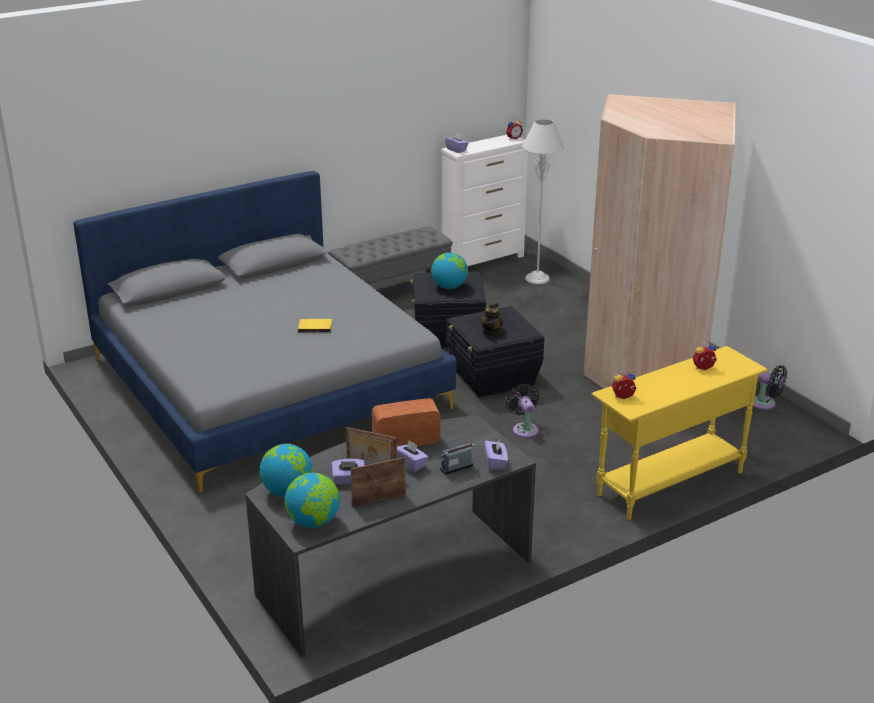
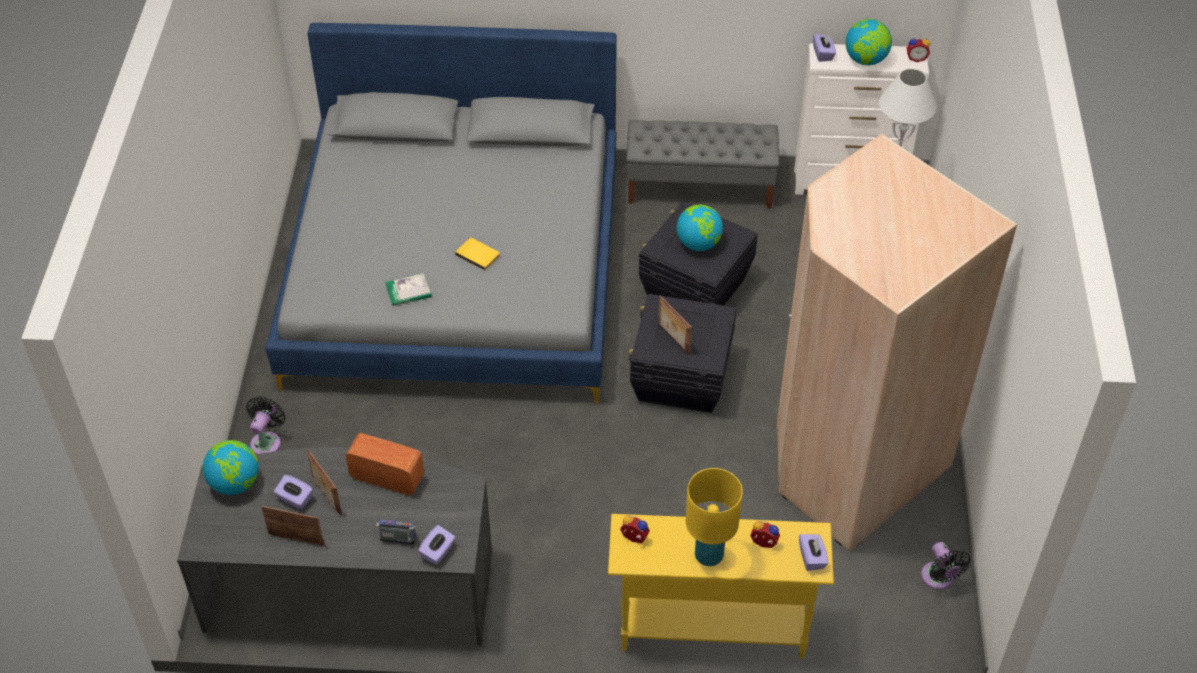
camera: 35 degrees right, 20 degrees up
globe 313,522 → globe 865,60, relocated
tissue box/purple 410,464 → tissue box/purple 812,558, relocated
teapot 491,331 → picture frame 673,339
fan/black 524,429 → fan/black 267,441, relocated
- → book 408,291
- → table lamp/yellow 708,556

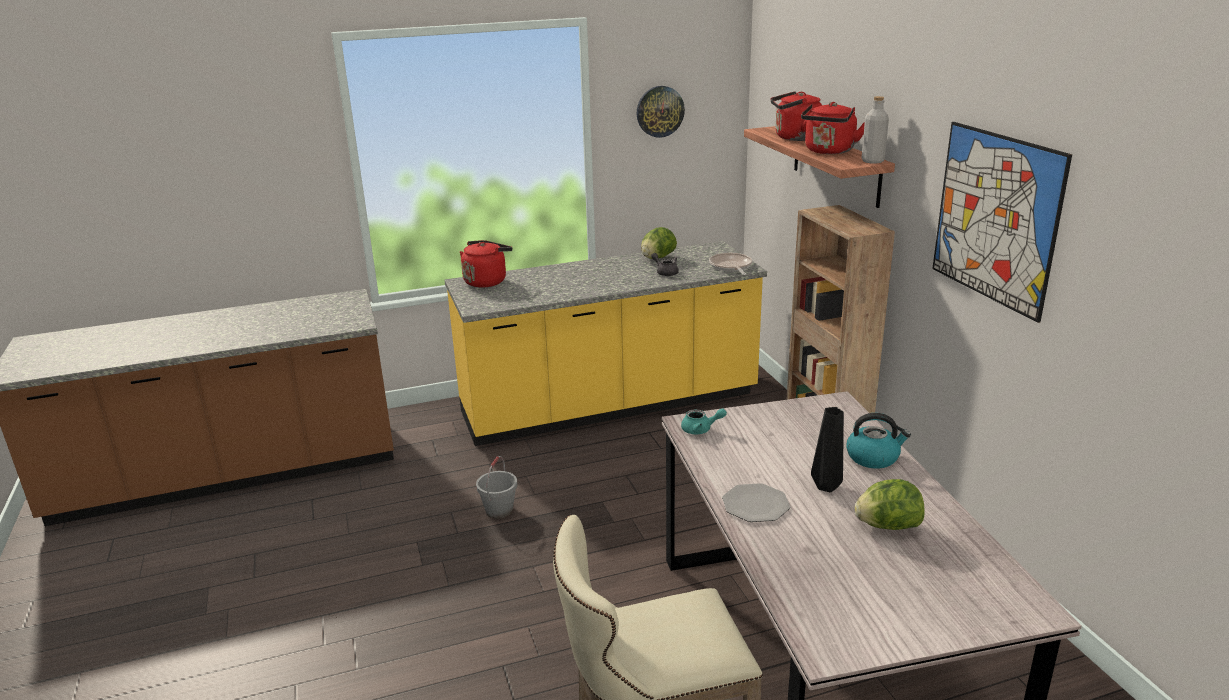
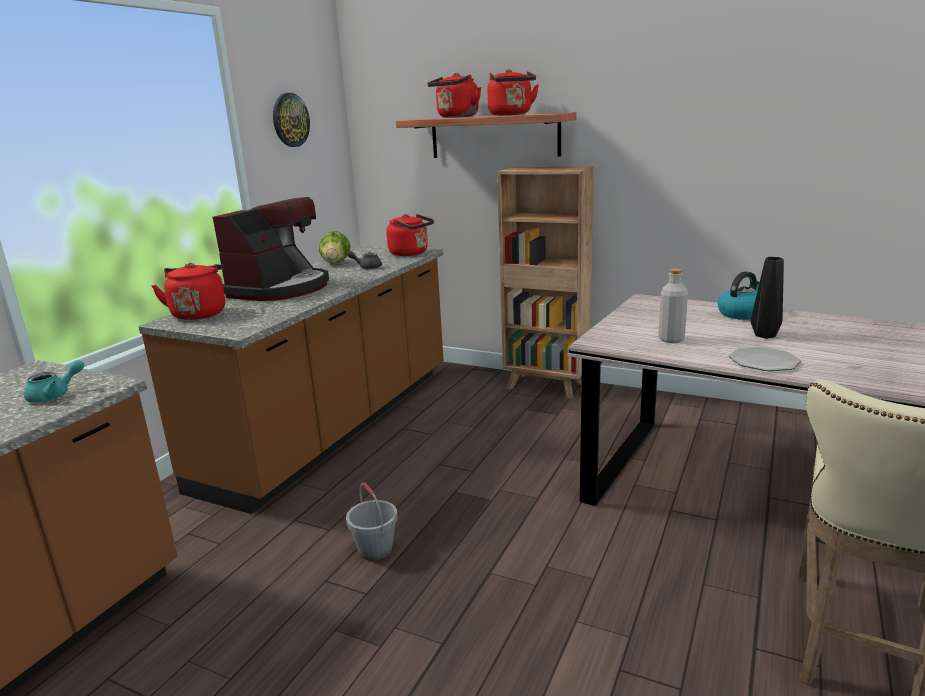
camera: 45 degrees left, 5 degrees down
counter/yellow 609,406 → counter/brown 335,426
teapot/turquoise 701,429 → teapot/turquoise 55,395, relocated
frying pan 731,267 → kettle/red 411,253
lettuce 887,526 → -
bottle/grey 872,161 → bottle/grey 671,339, relocated
picture 995,218 → -
- → coffee machine 280,289

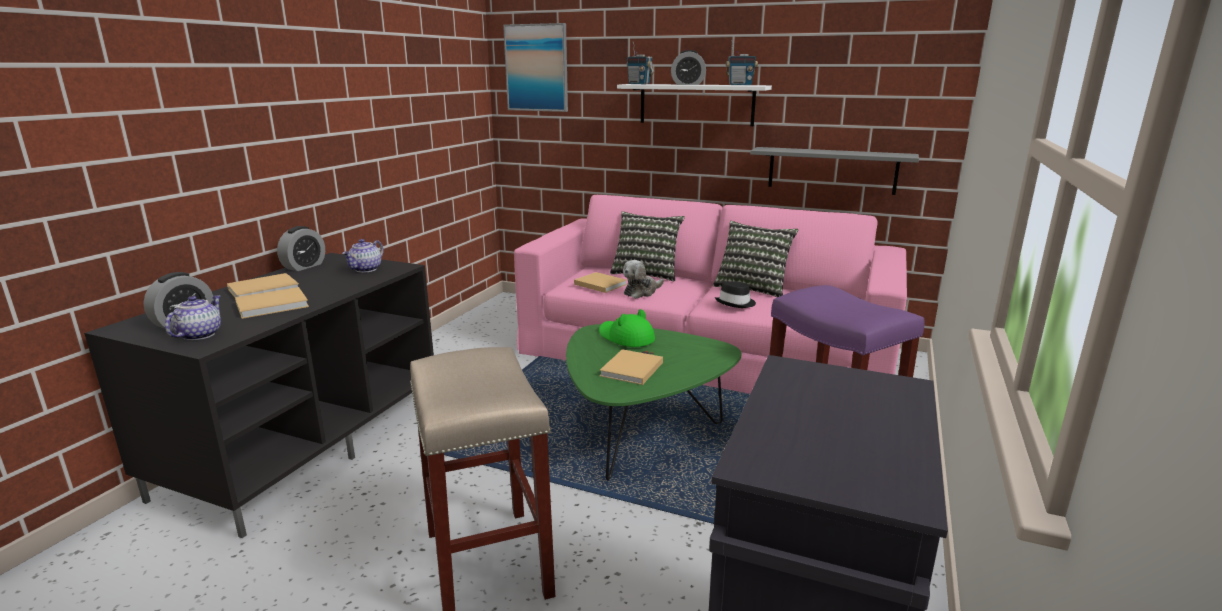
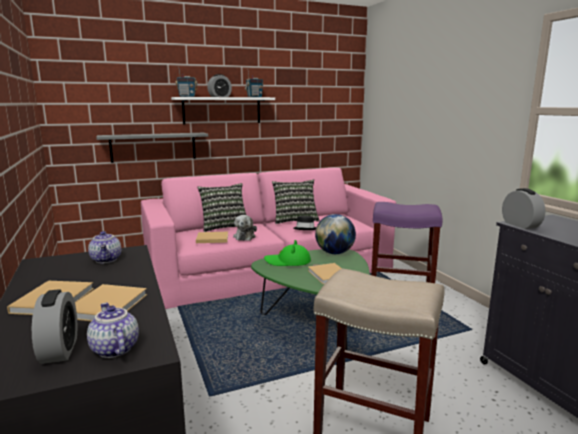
camera: 45 degrees left, 5 degrees down
alarm clock 304,266 → alarm clock 520,225, relocated
picture 537,68 → -
shelf/grey 832,170 → shelf/grey 153,147, relocated
- → globe 334,253

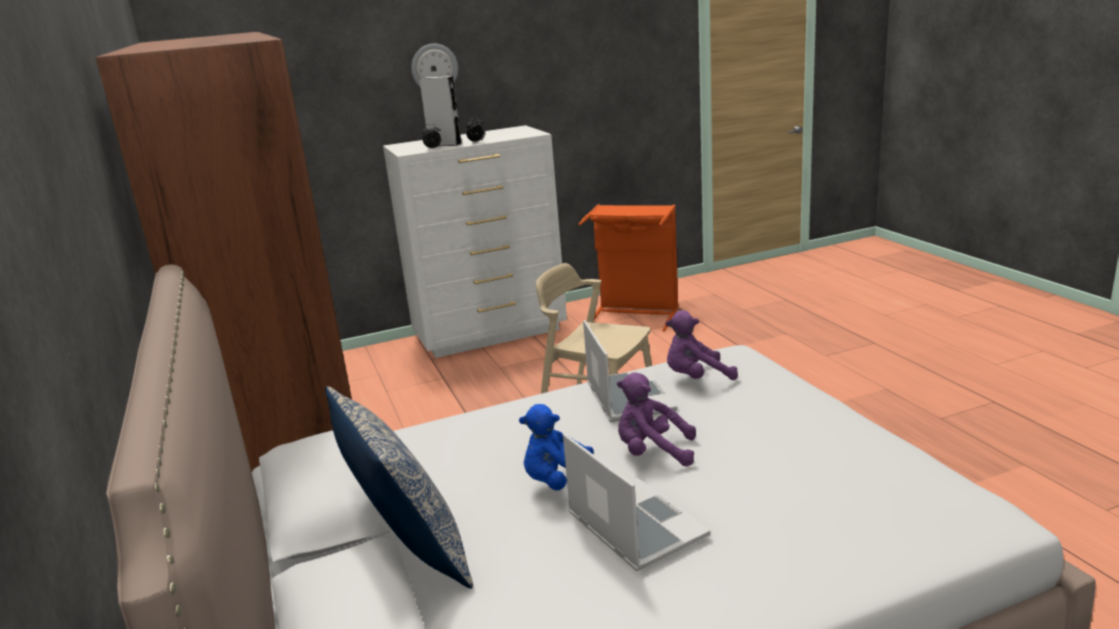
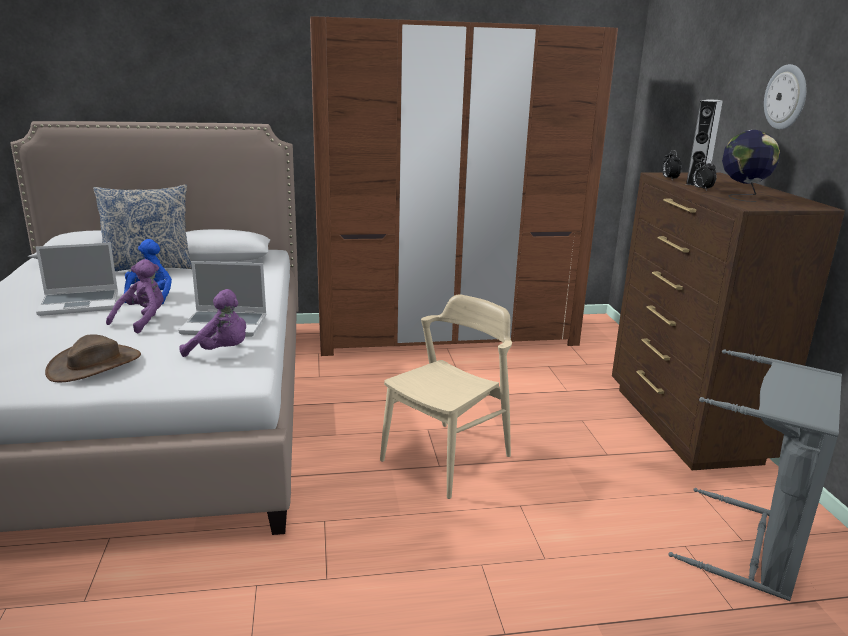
camera: 100 degrees right, 0 degrees up
dresser/white 491,333 → dresser/brown 684,424
laundry basket/orange 635,314 → laundry basket/grey 755,547
plush toy/purple 696,378 → plush toy/purple 221,351, 105 degrees clockwise
- → hat/brown 95,364
- → globe 742,197

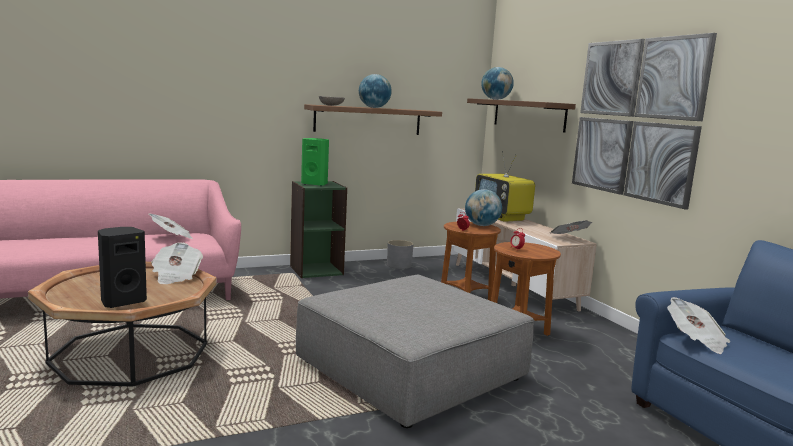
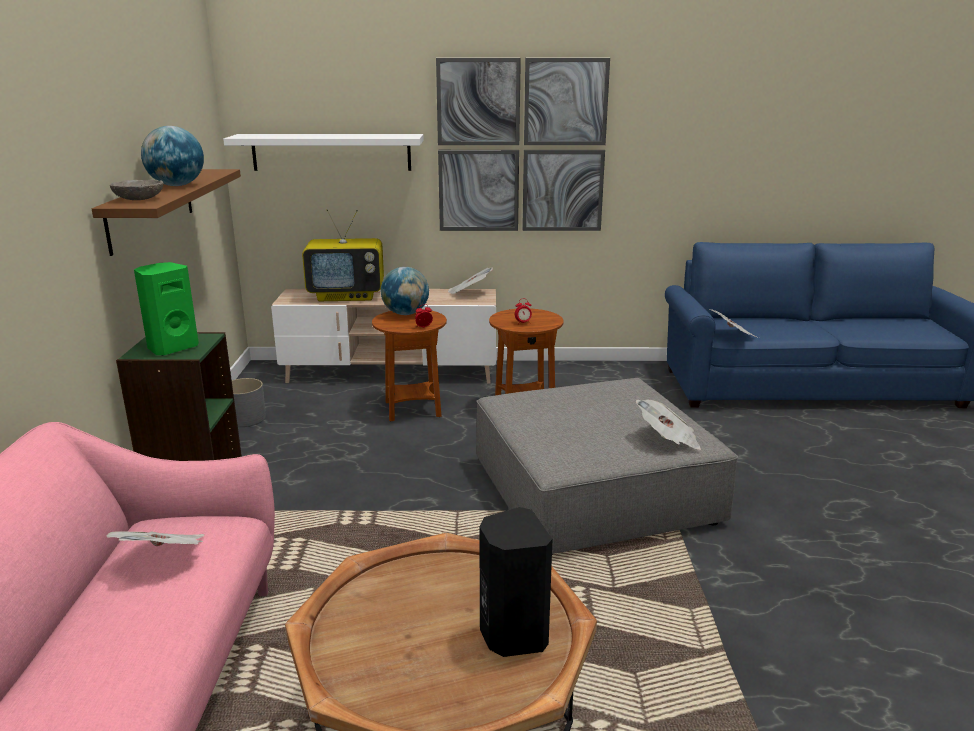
camera: 65 degrees left, 10 degrees up
newspaper 176,276 → newspaper 668,440, relocated
shelf/brown 528,115 → shelf/white 331,152
globe 495,99 → -

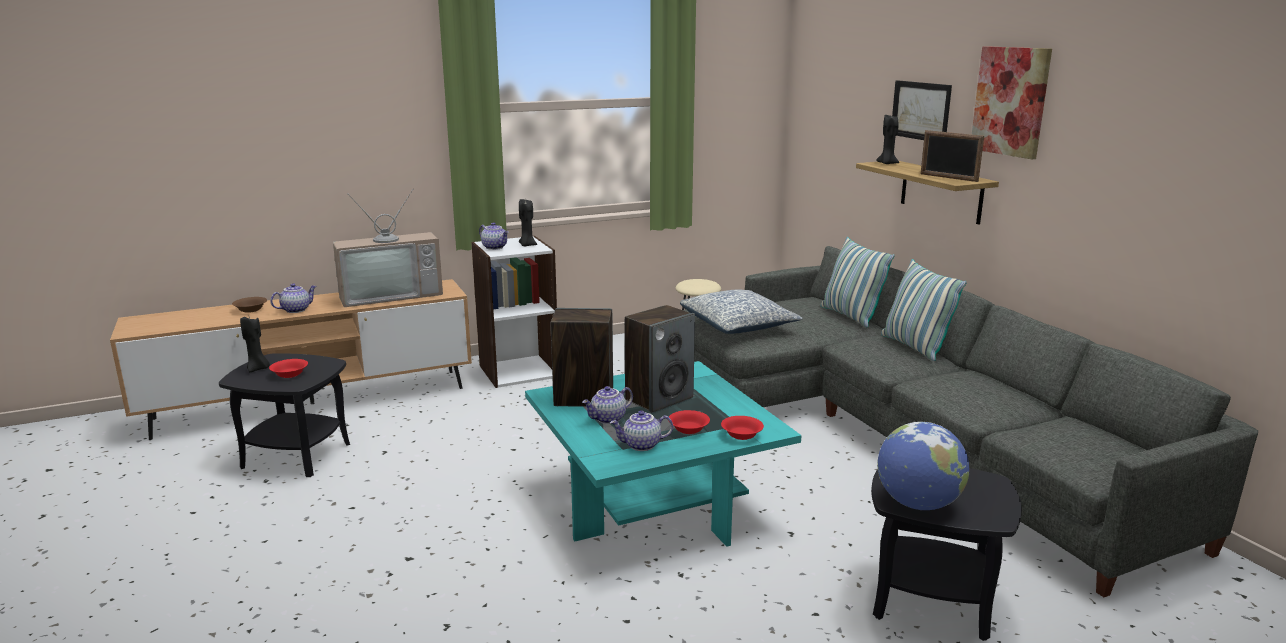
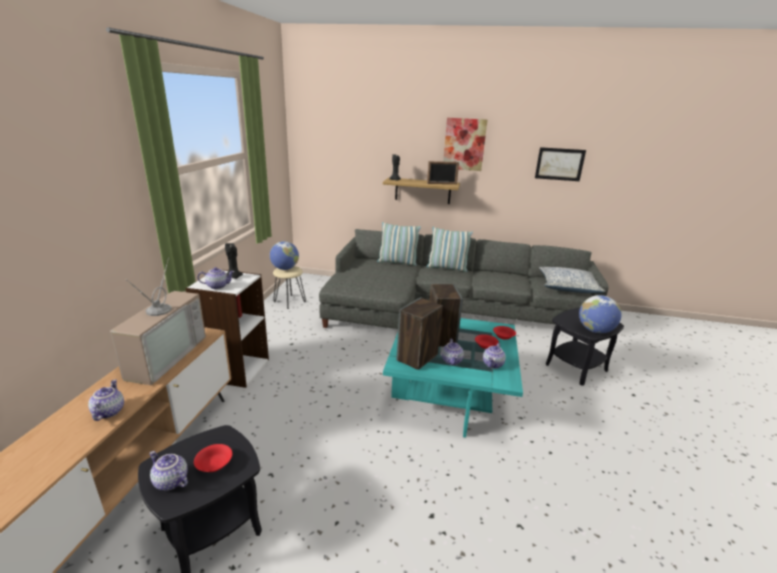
camera: 55 degrees left, 5 degrees up
bowl/brown 251,310 → -
candle/black 258,369 → teapot 170,481
pillow 738,325 → pillow 568,287, relocated
picture 920,111 → picture 559,164, relocated
- → globe 285,268

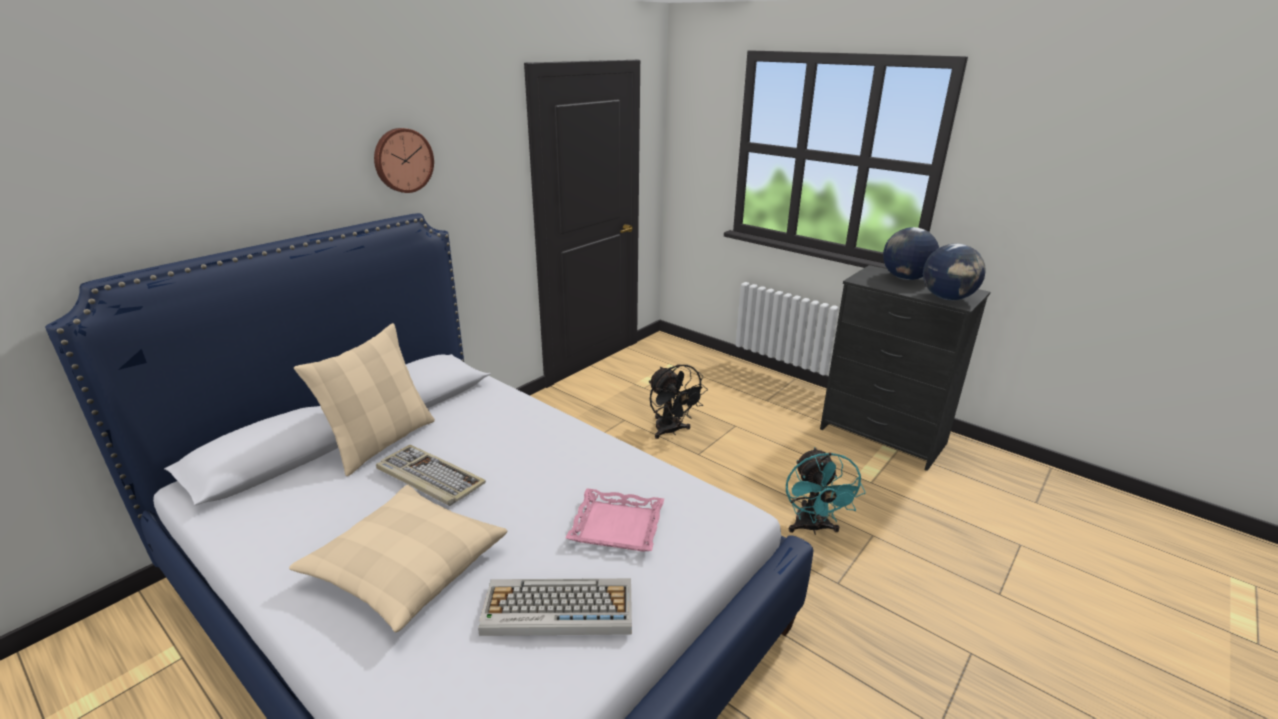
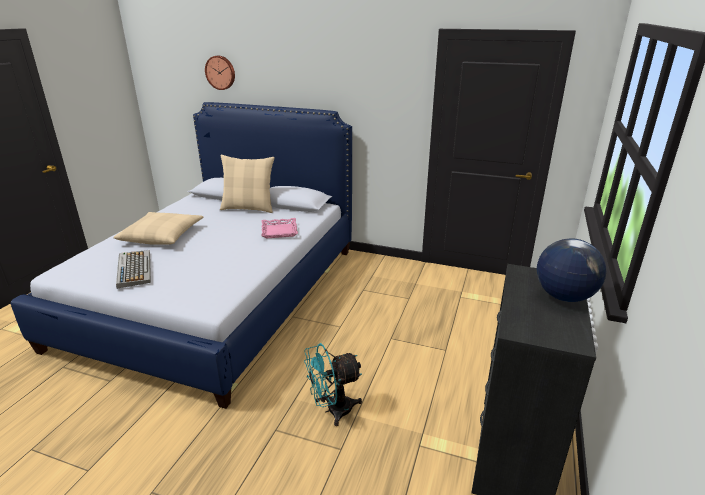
camera: 70 degrees right, 0 degrees up
wall clock 402,160 → wall clock 220,72, relocated
keyboard 428,478 → -
tray/pink 616,526 → tray/pink 279,231, relocated
fan/black 671,431 → -
globe 947,298 → -

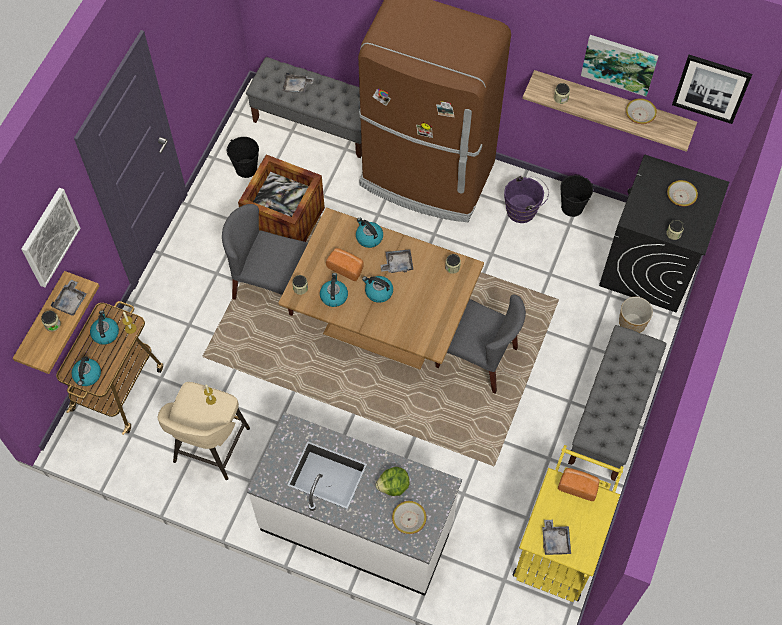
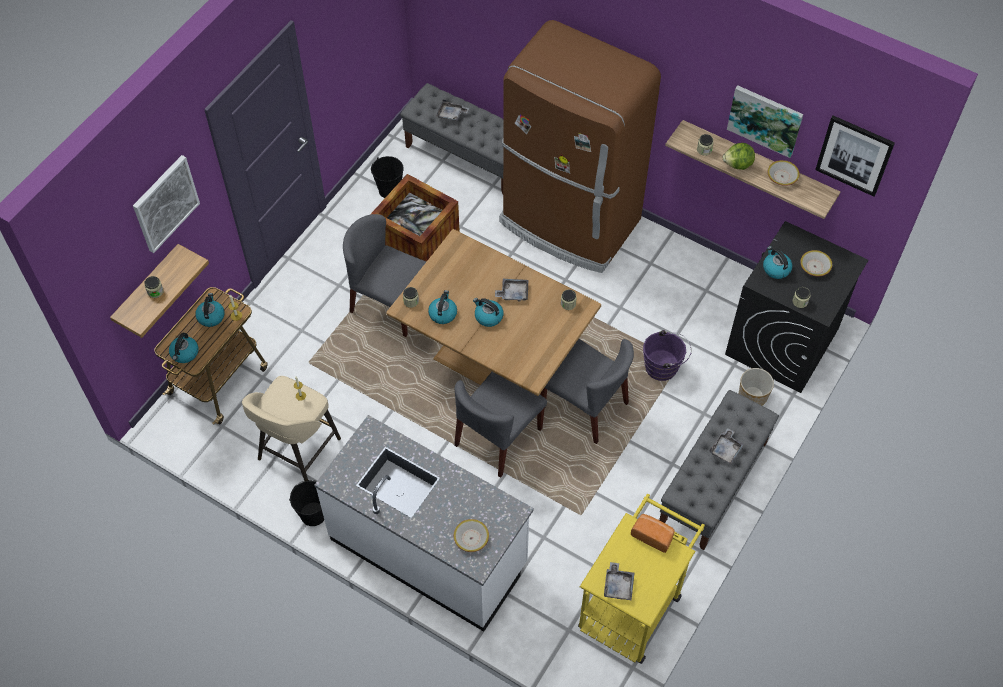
camera: 10 degrees right, 5 degrees down
tray/grey 71,301 → tray/grey 726,449, relocated
bread 346,267 → -
kettle 369,237 → kettle 775,269, relocated
lettuce 393,486 → lettuce 738,164, relocated
bucket/purple 523,210 → bucket/purple 664,368, relocated
bucket/black 572,207 → bucket/black 313,514, relocated
- → chair/grey 498,437

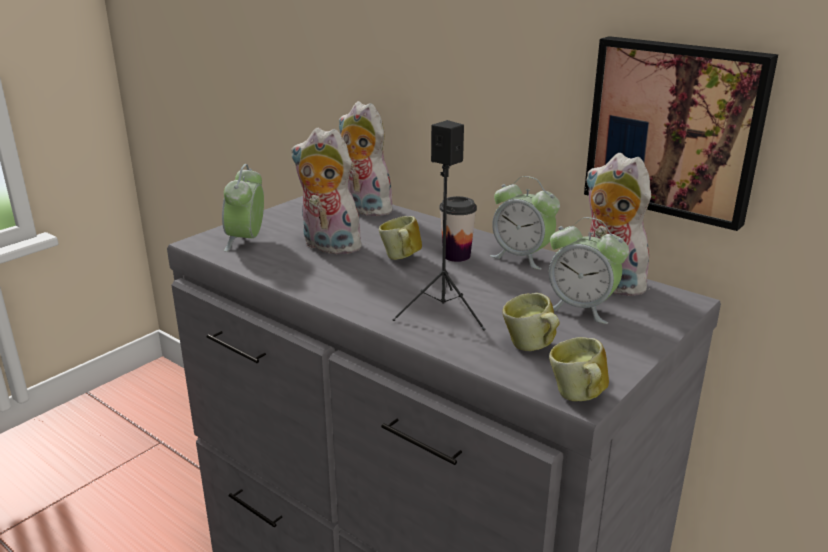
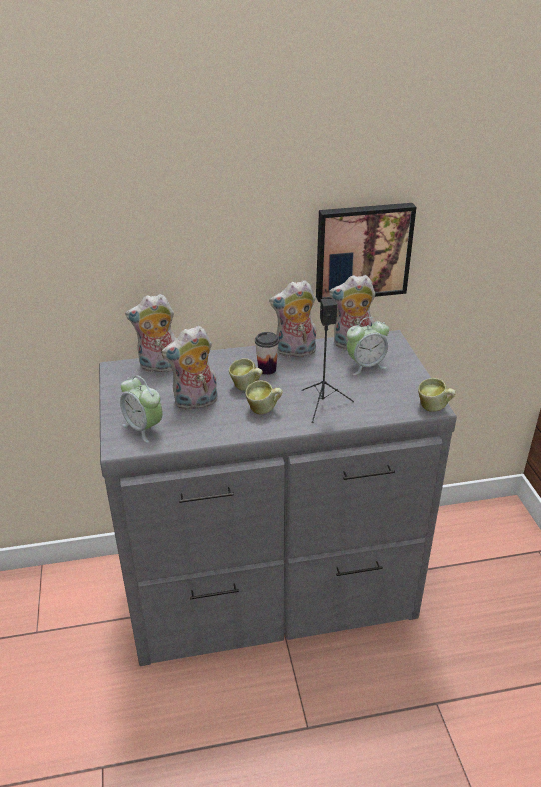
camera: 50 degrees left, 10 degrees up
alarm clock 521,257 → plush toy 295,352
mug 531,348 → mug 264,410, relocated

